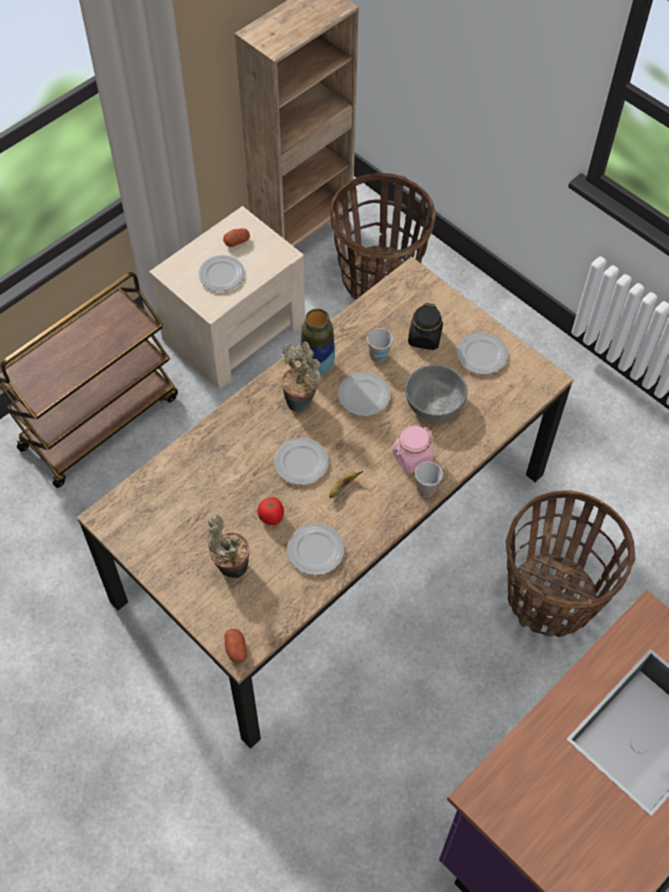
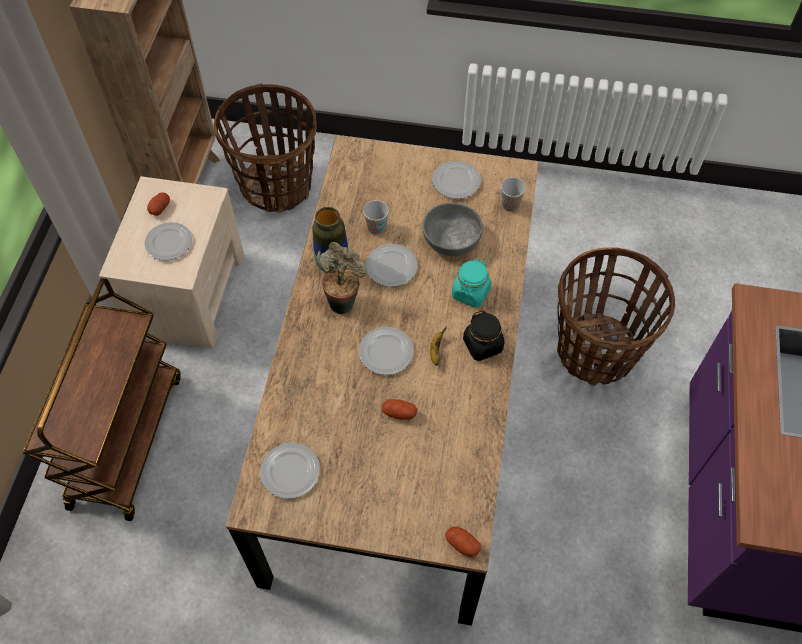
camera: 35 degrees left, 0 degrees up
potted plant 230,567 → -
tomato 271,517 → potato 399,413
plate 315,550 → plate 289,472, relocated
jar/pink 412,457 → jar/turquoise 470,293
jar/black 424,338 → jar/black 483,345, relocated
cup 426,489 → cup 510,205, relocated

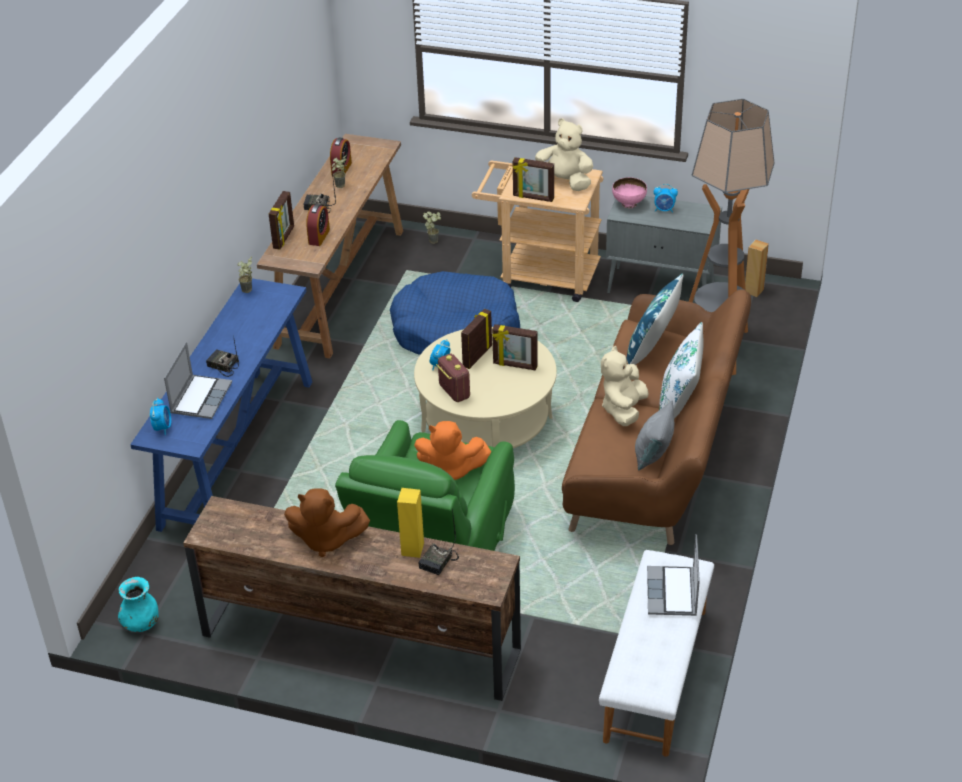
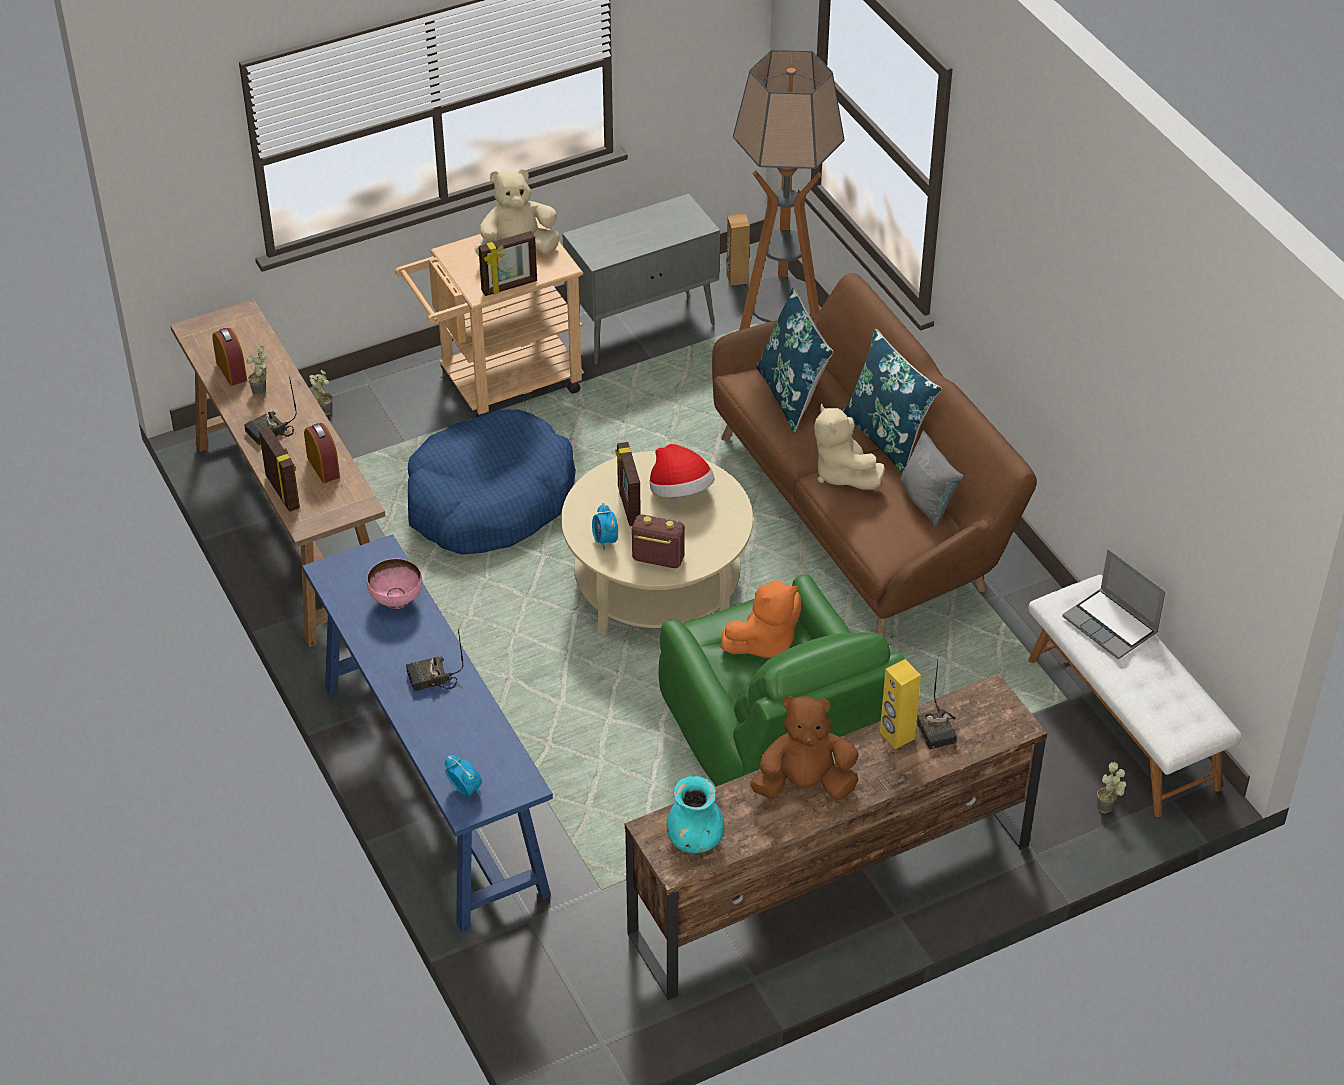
camera: 45 degrees left, 5 degrees up
vase/turquoise 141,623 → vase/turquoise 695,840, relocated
laptop 200,398 → -
potted plant 248,292 → potted plant 1109,809, relocated
plush toy/brown 326,540 → plush toy/brown 804,785, 150 degrees counterclockwise
picture frame 515,365 → hat 680,492
bowl/pink 628,204 → bowl/pink 396,600, relocated
alarm clock 664,210 → -
pillow/white 679,406 → pillow/blue 886,437

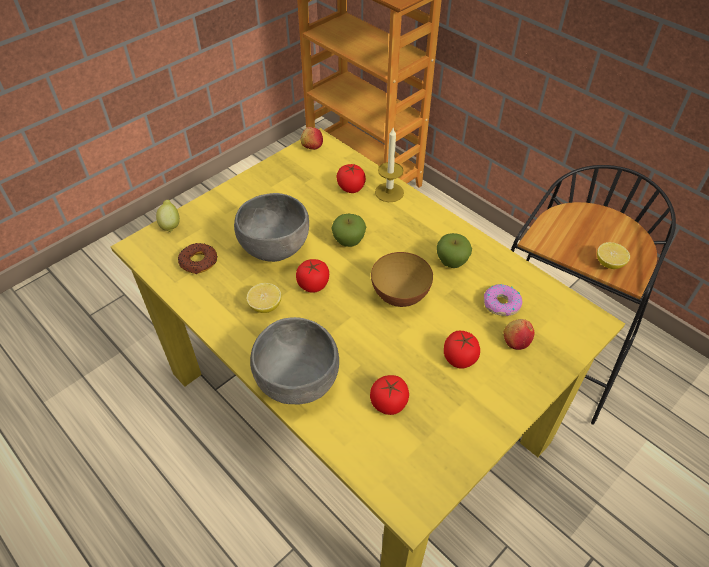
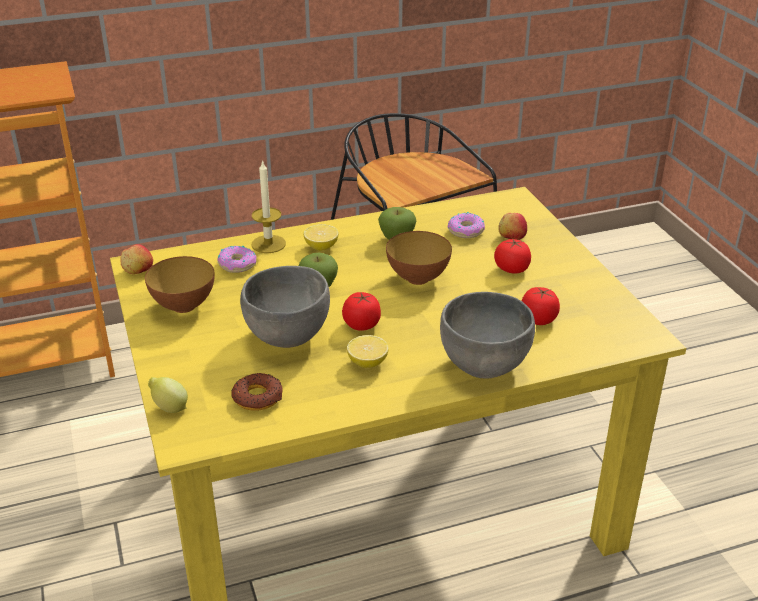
camera: 65 degrees left, 15 degrees down
tomato 351,188 → donut 237,264
lemon 609,263 → lemon 321,247, relocated
- → bowl 184,306

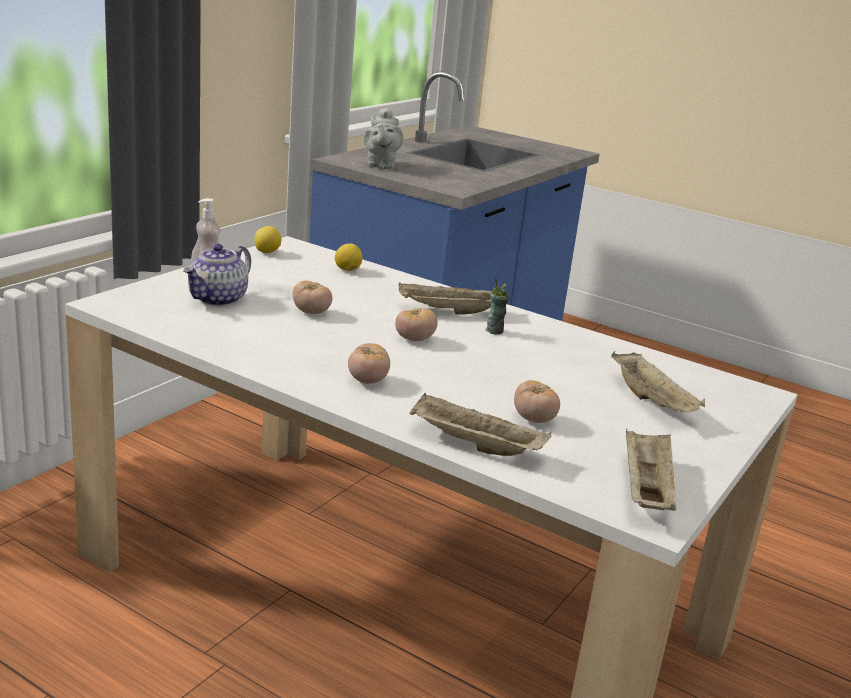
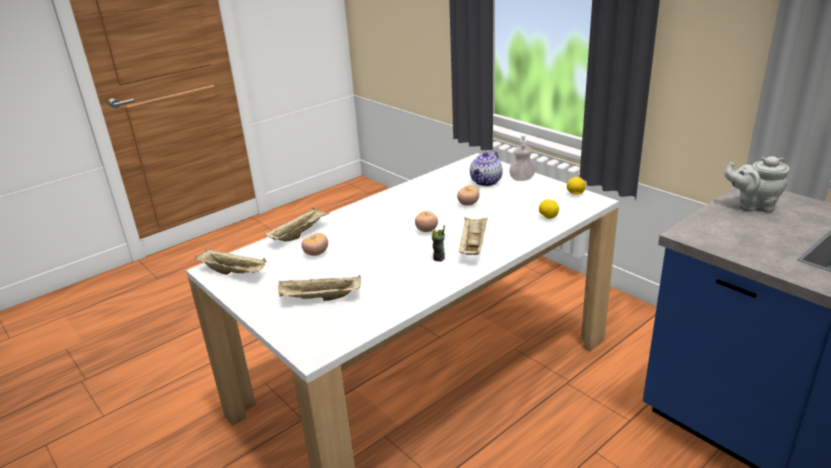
camera: 110 degrees right, 5 degrees up
teapot 218,299 → teapot 486,182, 105 degrees counterclockwise
tomato 367,381 → -

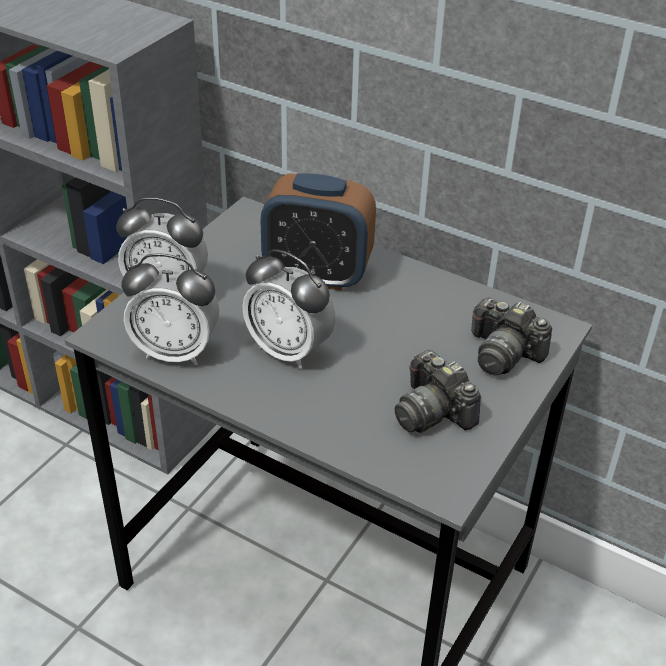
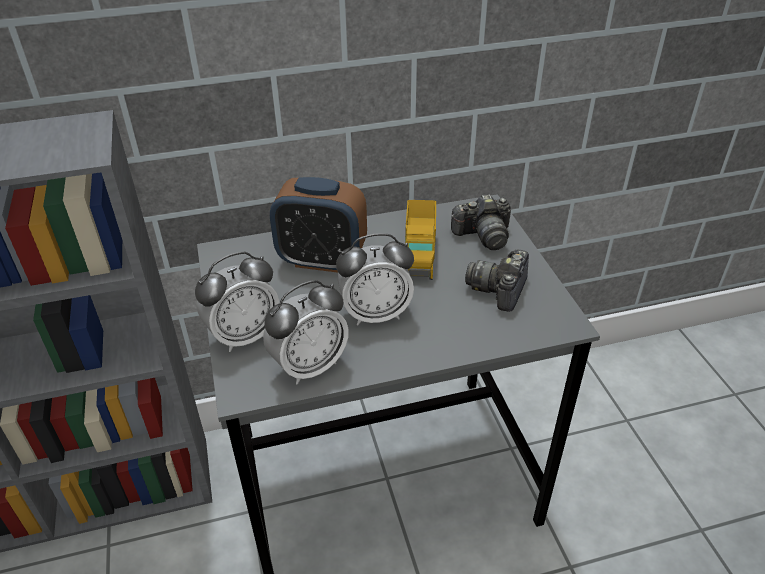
camera: 45 degrees left, 0 degrees up
alarm clock 317,275 → alarm clock 322,260, 45 degrees clockwise
photo camera 433,412 → photo camera 499,290, 105 degrees clockwise
- → toy truck 419,255

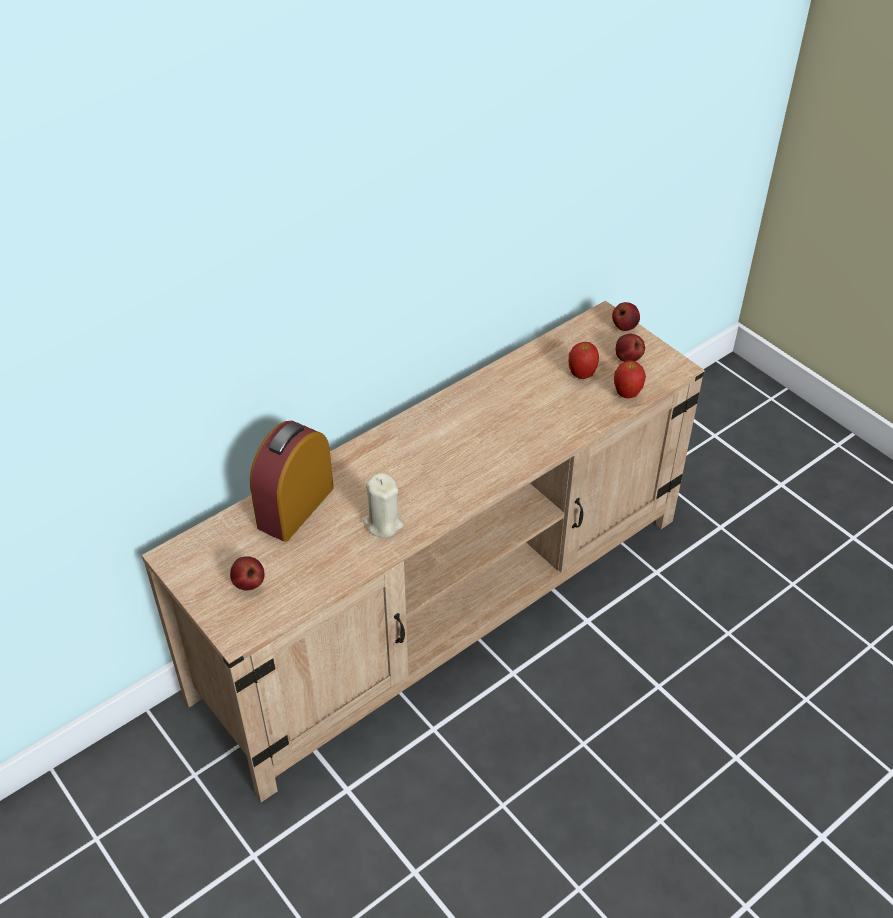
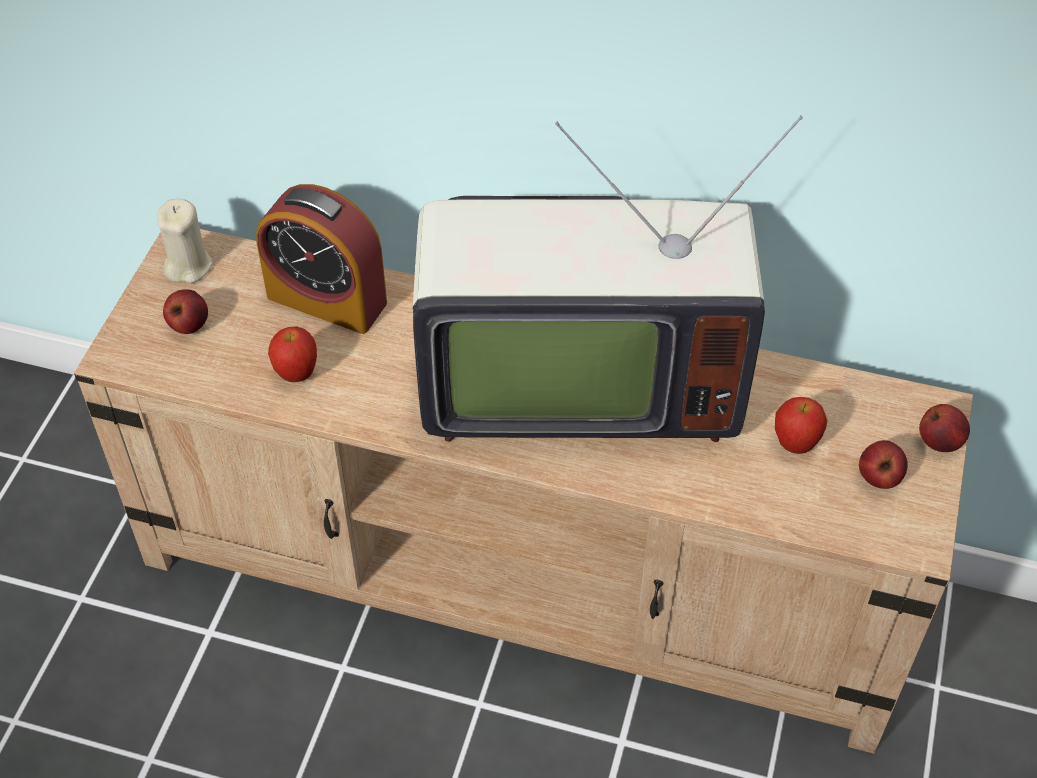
camera: 55 degrees right, 5 degrees up
alarm clock 295,507 → alarm clock 327,299, 150 degrees counterclockwise
candle/beige 383,523 → candle/beige 188,266, relocated
apple 627,394 → apple 297,374, relocated
- → television 574,382

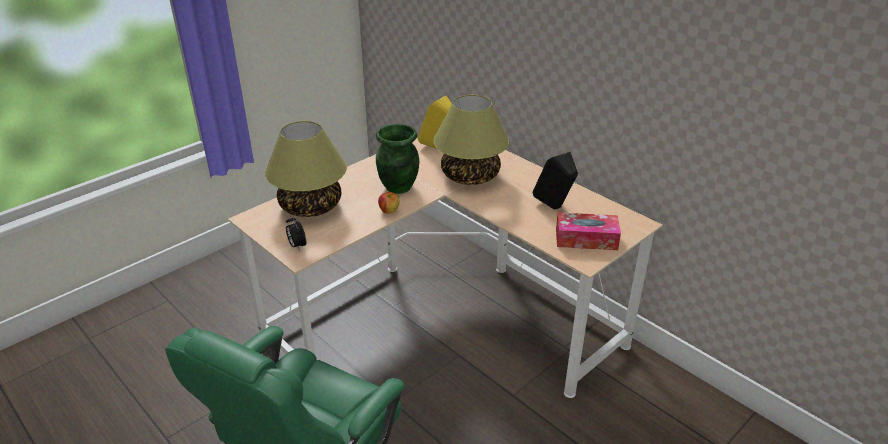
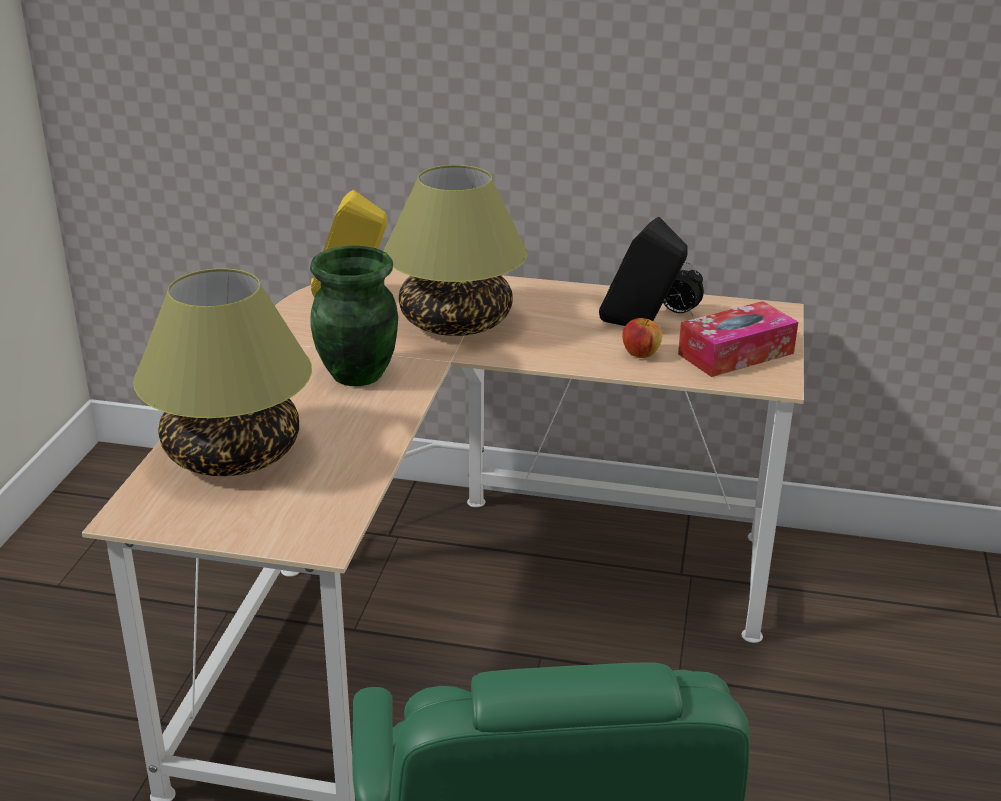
camera: 35 degrees left, 5 degrees down
alarm clock 297,246 → alarm clock 678,313, relocated
apple 389,211 → apple 640,354, relocated

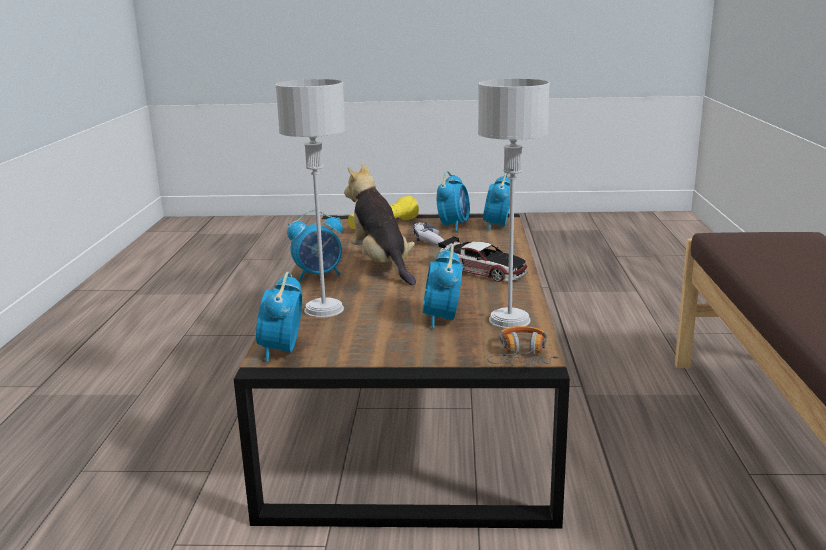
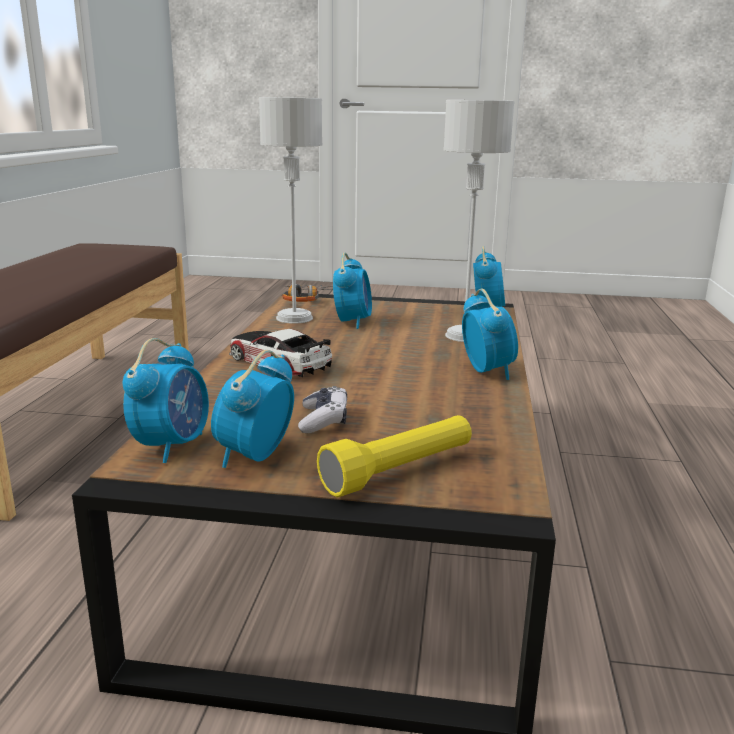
camera: 175 degrees left, 0 degrees up
alarm clock 319,275 → alarm clock 486,371, 90 degrees clockwise
plush toy 382,265 → -

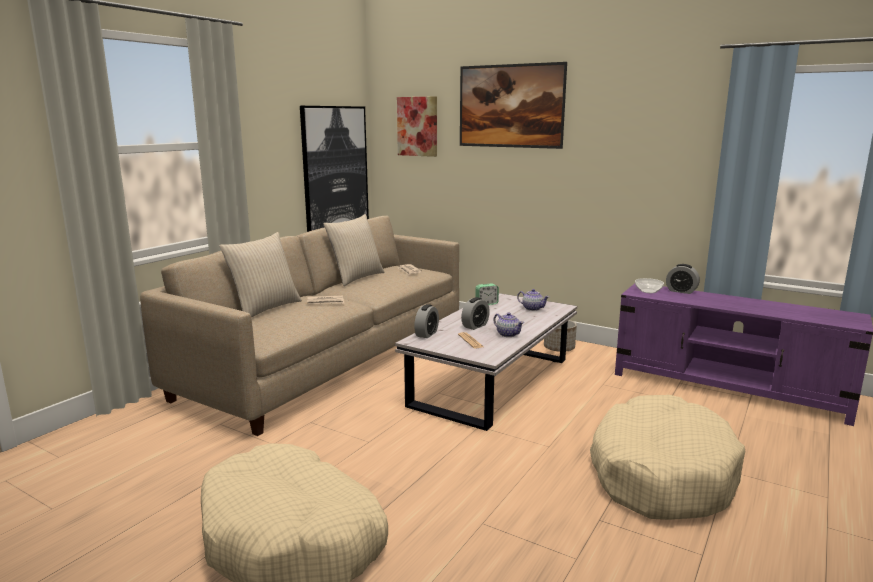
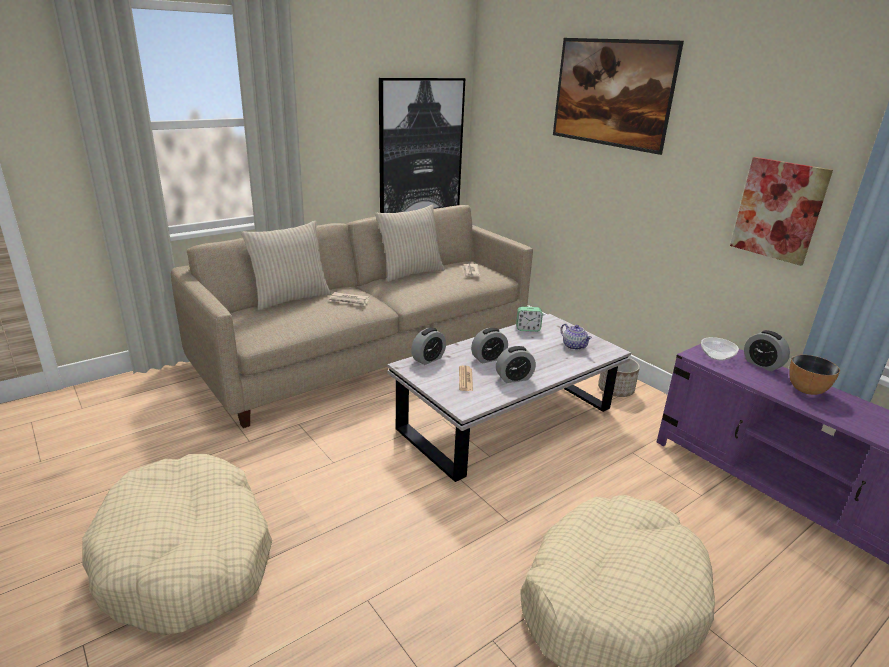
camera: 20 degrees right, 10 degrees up
picture 417,126 → picture 778,210, relocated
teapot 508,334 → alarm clock 514,378
- → bowl 806,390

